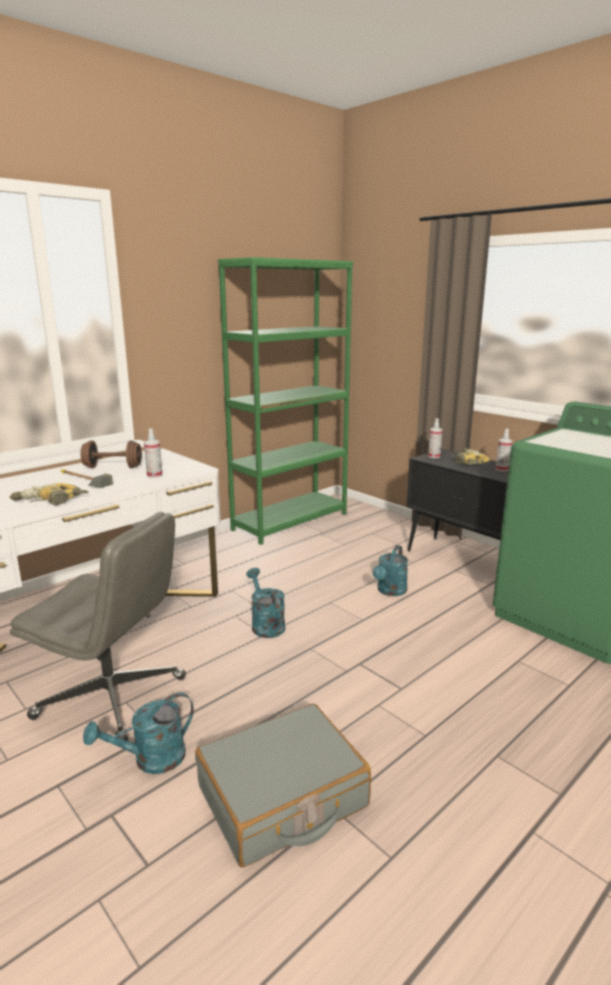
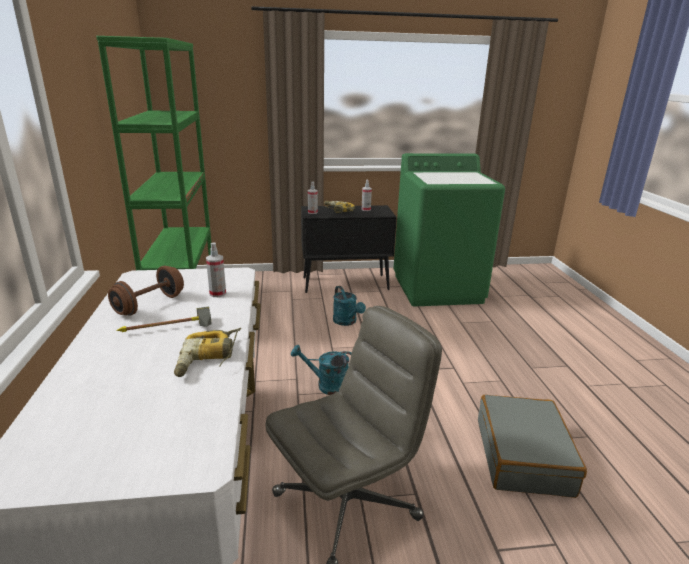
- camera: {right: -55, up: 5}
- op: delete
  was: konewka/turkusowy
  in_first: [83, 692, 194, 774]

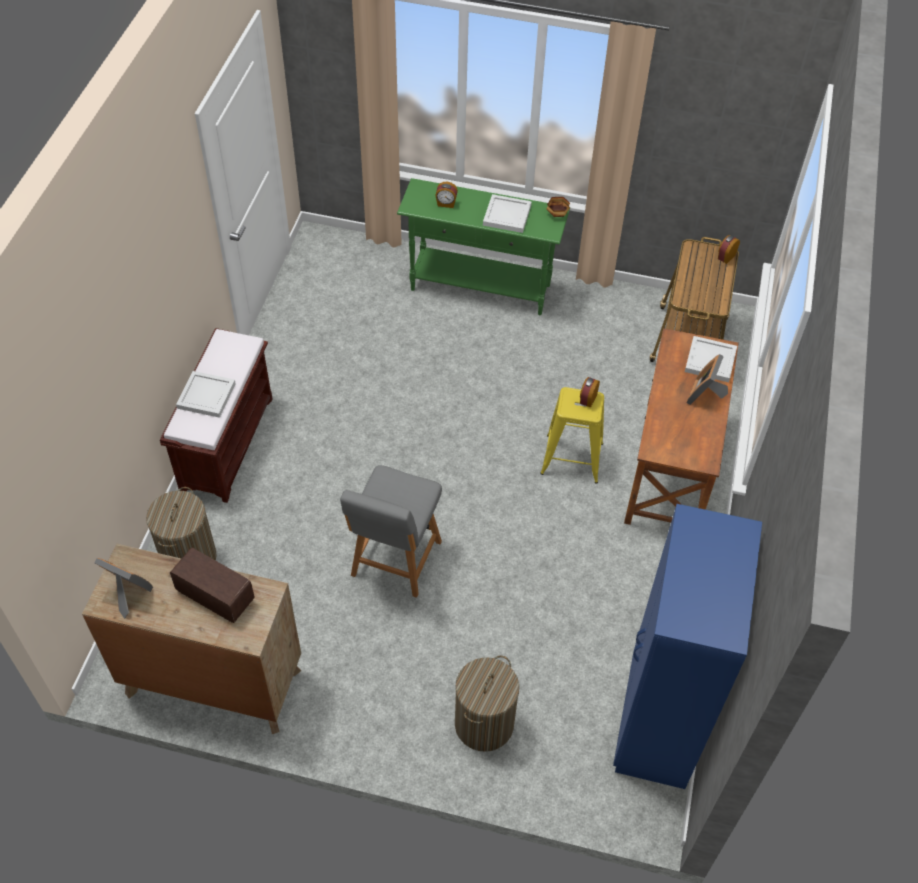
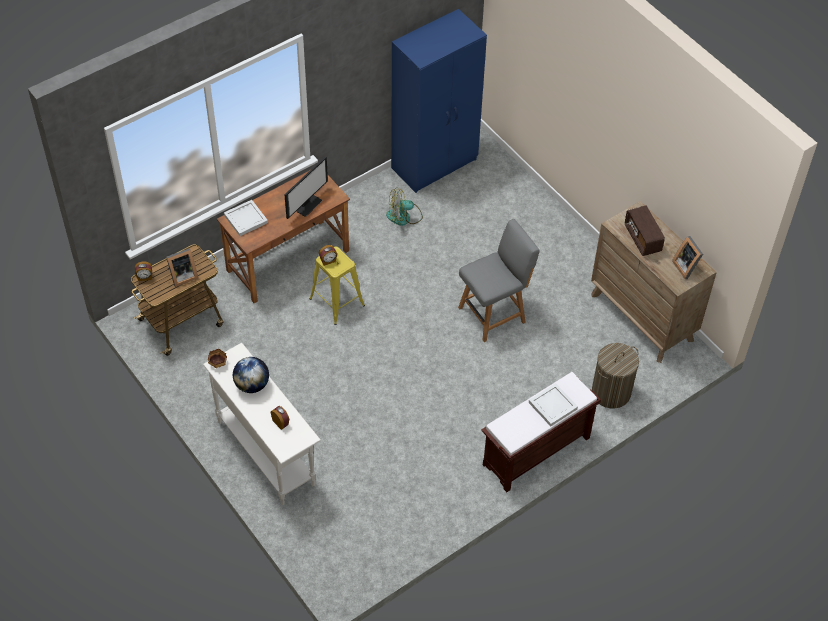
- camera: {right: -140, up: 0}
- op: recolor
  was: stolik konsolowy/zielony
  now: stolik konsolowy/biały
  in_first: [397, 178, 570, 316]
  in_second: [203, 343, 321, 505]
- op: delete
  was: kosz na pranie
  in_first: [455, 656, 519, 752]
- op: replace
  was: taca/biały
  now: globus
  in_first: [483, 194, 532, 233]
  in_second: [233, 357, 269, 393]
- op: move
  was: ramka na zdjęcie
  in_first: [687, 354, 728, 405]
  in_second: [166, 248, 198, 287]
- op: insert
  now: monitor
  in_second: [284, 156, 328, 219]
- op: insert
  now: wentylator
  in_second: [386, 188, 423, 226]

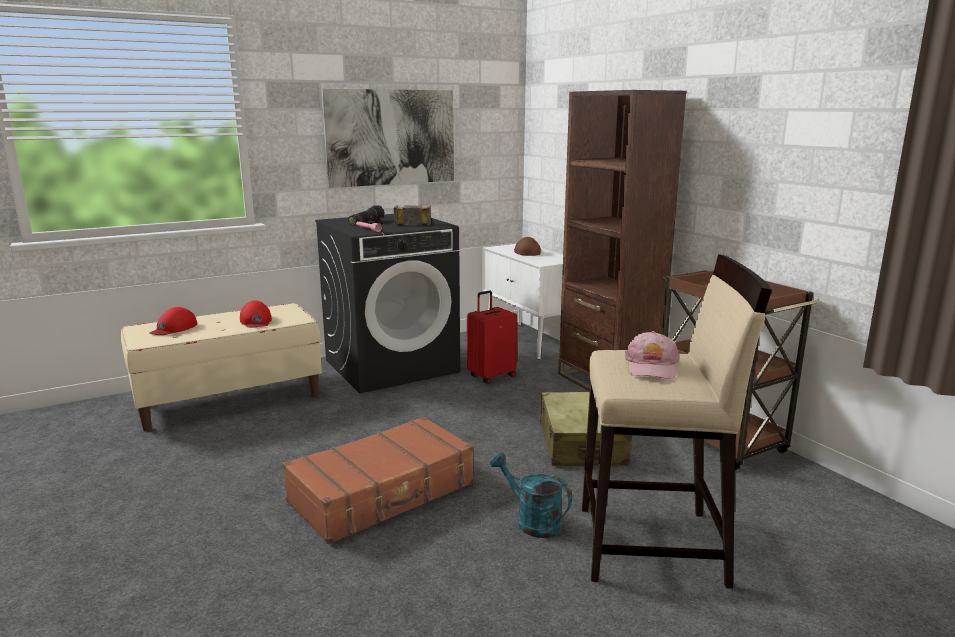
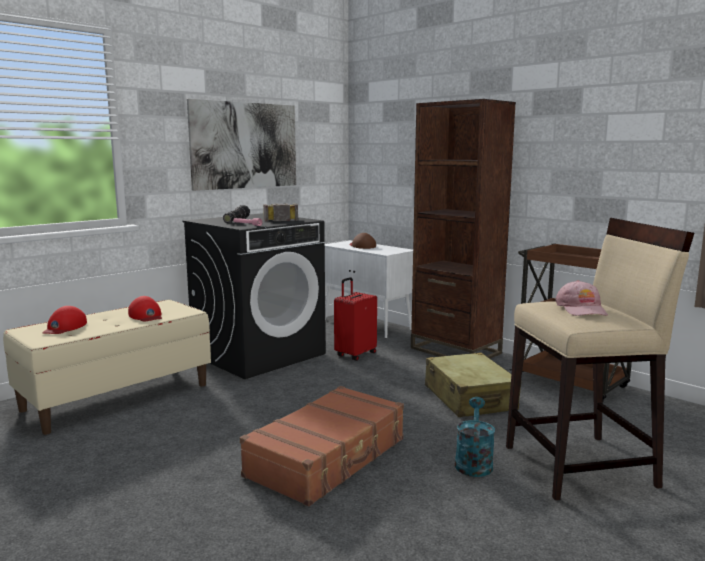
- camera: {right: -15, up: -5}
- op: rotate
  was: konewka/turkusowy
  in_first: [490, 452, 572, 538]
  in_second: [455, 397, 495, 477]
  clockwise: 75

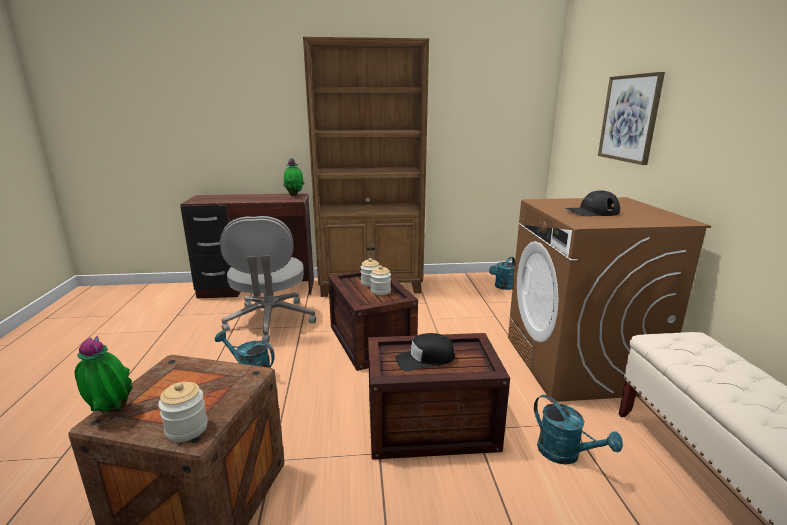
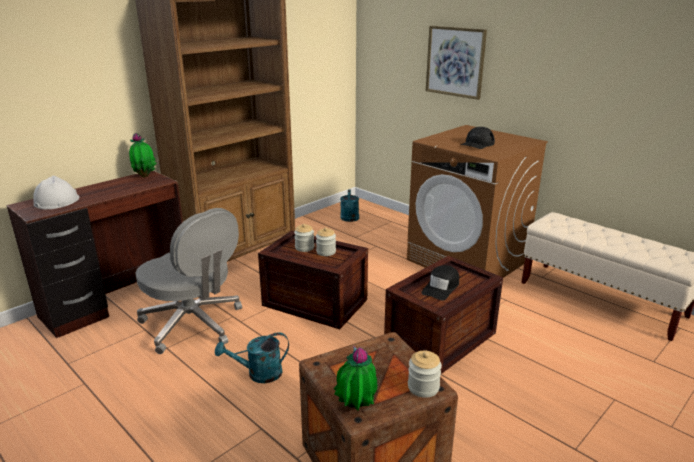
- camera: {right: -40, up: 5}
- op: delete
  was: konewka/turkusowy
  in_first: [534, 395, 623, 465]
- op: insert
  now: kask/biały
  in_second: [33, 176, 79, 209]

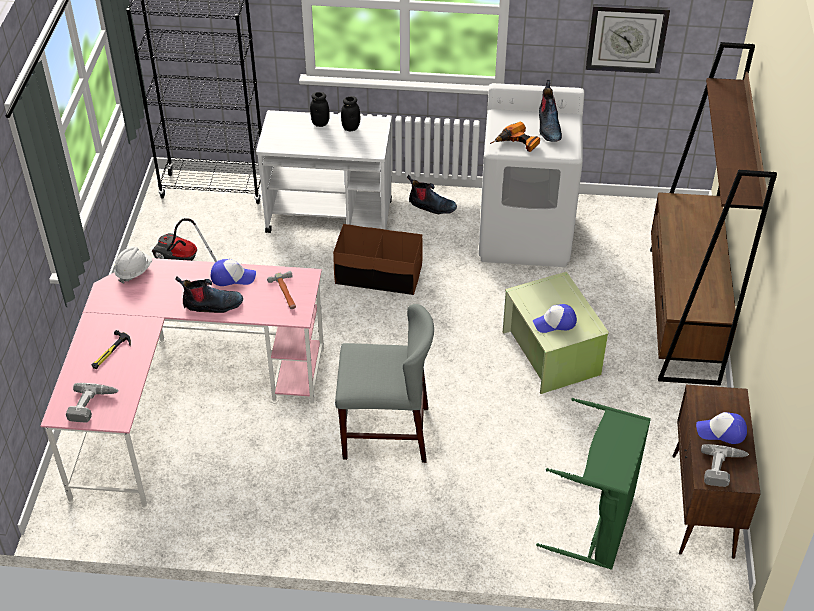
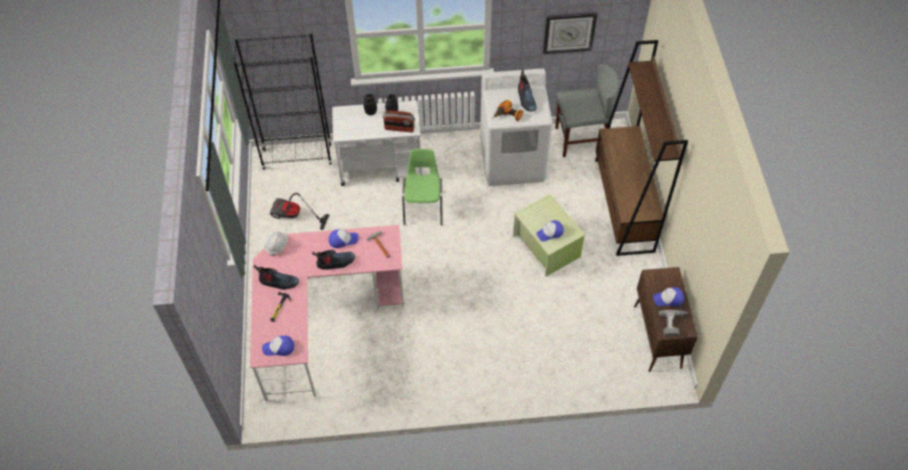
- camera: {right: -10, up: 10}
- op: replace
  was: wiertarka
  now: czapka z daszkiem
  in_first: [66, 383, 118, 422]
  in_second: [262, 335, 294, 356]
- op: replace
  was: pojemnik do przechowywania/brązowy
  now: krzesło/zielony
  in_first: [333, 224, 423, 295]
  in_second: [402, 149, 443, 226]
- op: move
  was: krzesło/szary
  in_first: [335, 304, 434, 463]
  in_second: [555, 64, 619, 157]
- op: move
  was: but z cholewką
  in_first: [407, 175, 457, 214]
  in_second: [253, 265, 299, 290]
- op: delete
  was: kosz na pranie/zielony
  in_first: [536, 398, 651, 570]
- op: insert
  now: radio
  in_second: [383, 110, 415, 132]

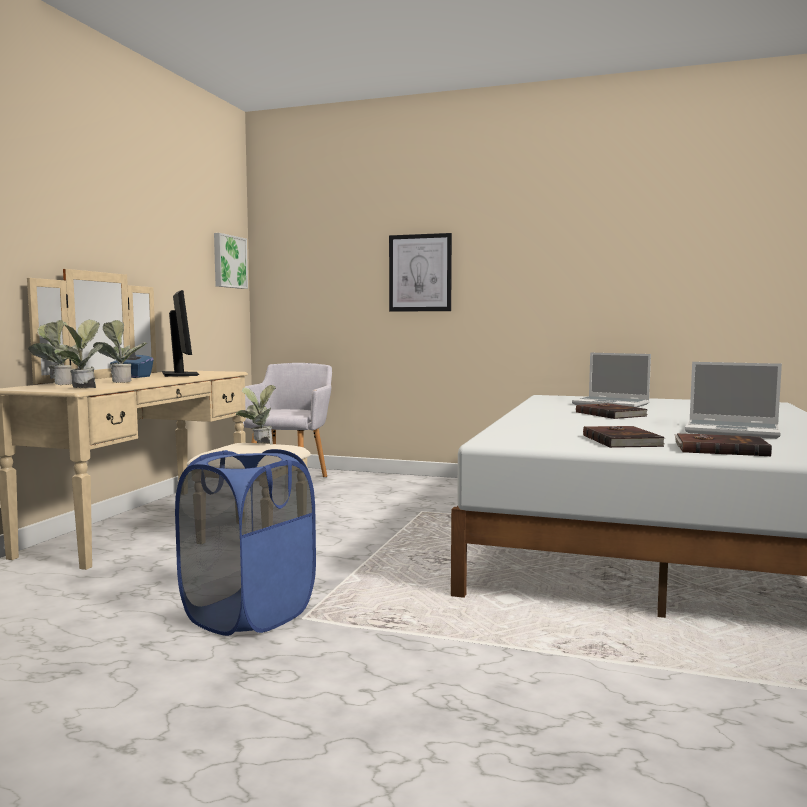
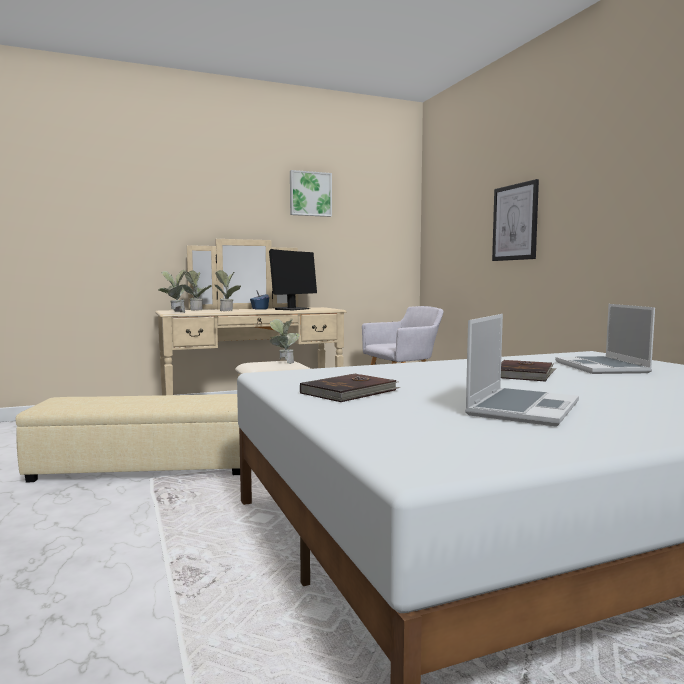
- camera: {right: 50, up: 0}
- op: replace
  was: kosz na pranie/niebieski
  now: pufa/beżowy
  in_first: [175, 449, 316, 636]
  in_second: [16, 394, 240, 482]
- op: move
  was: obraz
  in_first: [214, 233, 248, 289]
  in_second: [290, 170, 332, 217]
- op: delete
  was: książka/brązowy
  in_first: [675, 433, 772, 456]
- op: rotate
  was: laptop
  in_first: [685, 362, 782, 439]
  in_second: [465, 314, 579, 427]
  clockwise: -135

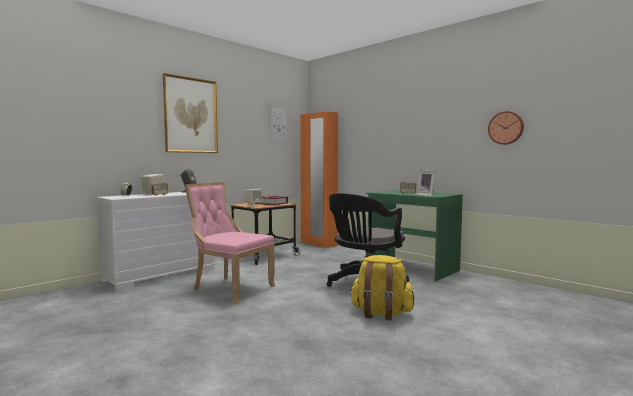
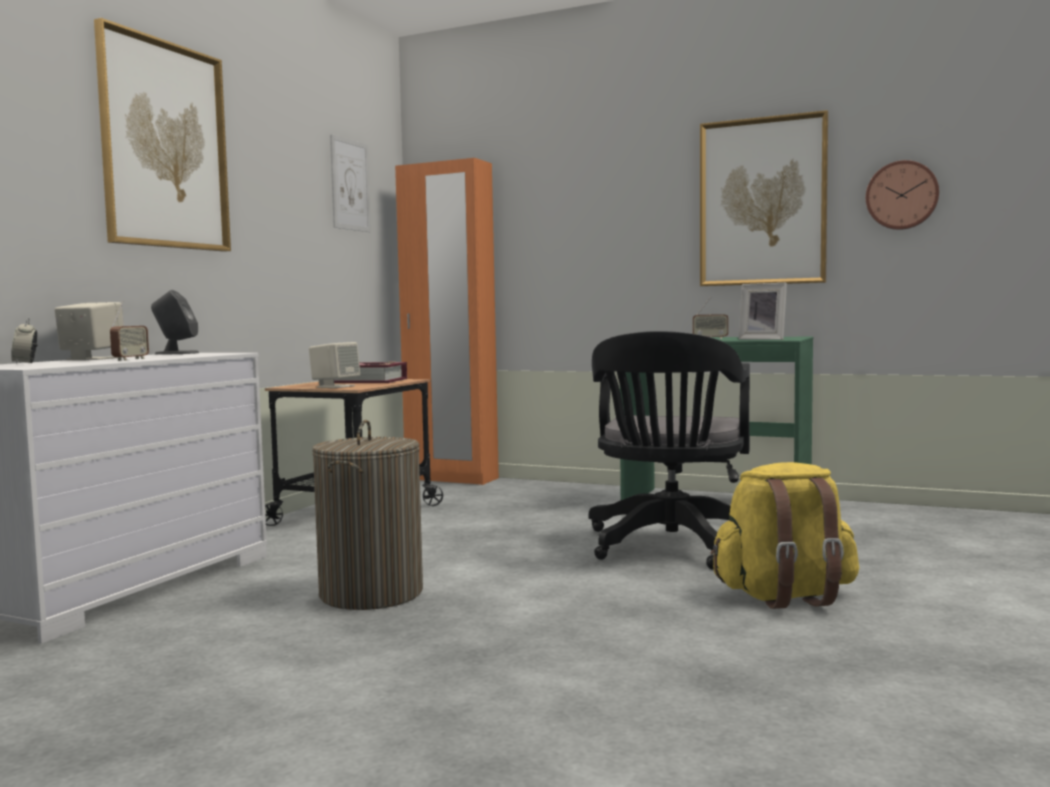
- camera: {right: -20, up: 0}
- op: replace
  was: krzesło/różowy
  now: kosz na pranie
  in_first: [185, 182, 275, 304]
  in_second: [312, 420, 423, 610]
- op: insert
  now: obraz
  in_second: [700, 110, 828, 286]

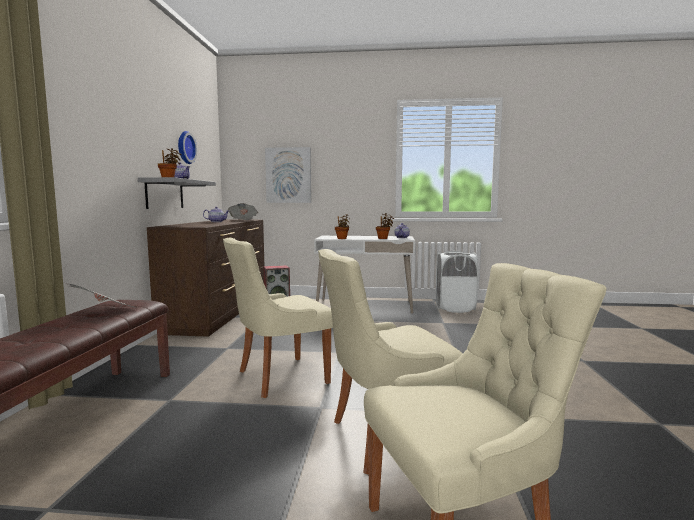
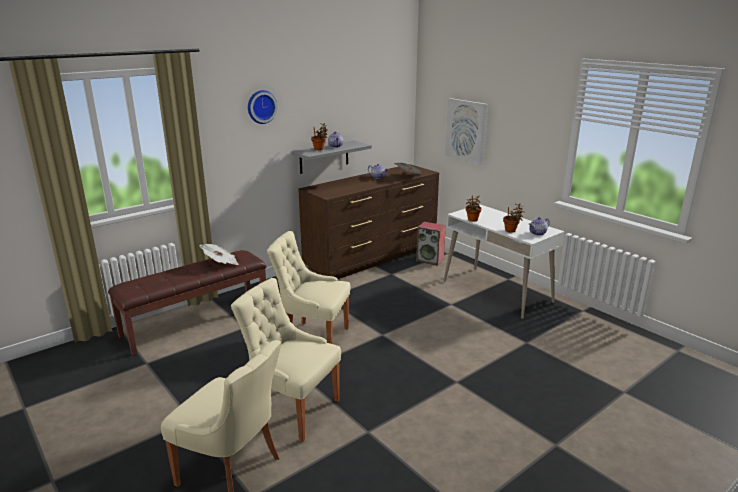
- camera: {right: 45, up: 15}
- op: move
  was: zegar ścienny
  in_first: [178, 131, 197, 164]
  in_second: [248, 90, 277, 124]
- op: delete
  was: kosz na pranie/biały
  in_first: [436, 251, 478, 313]

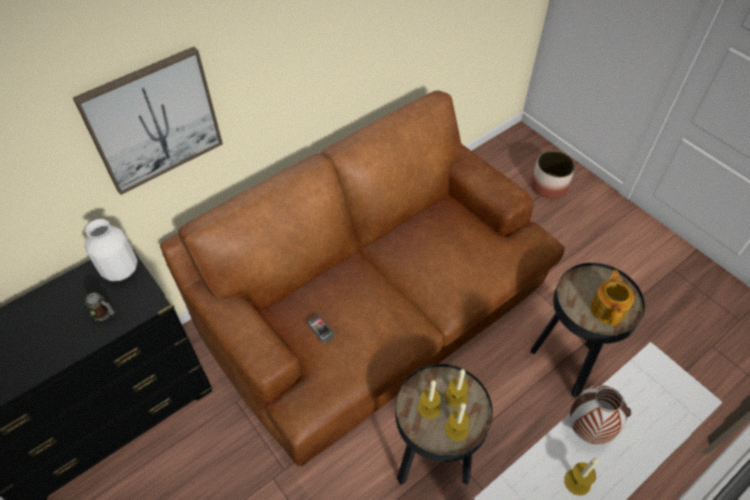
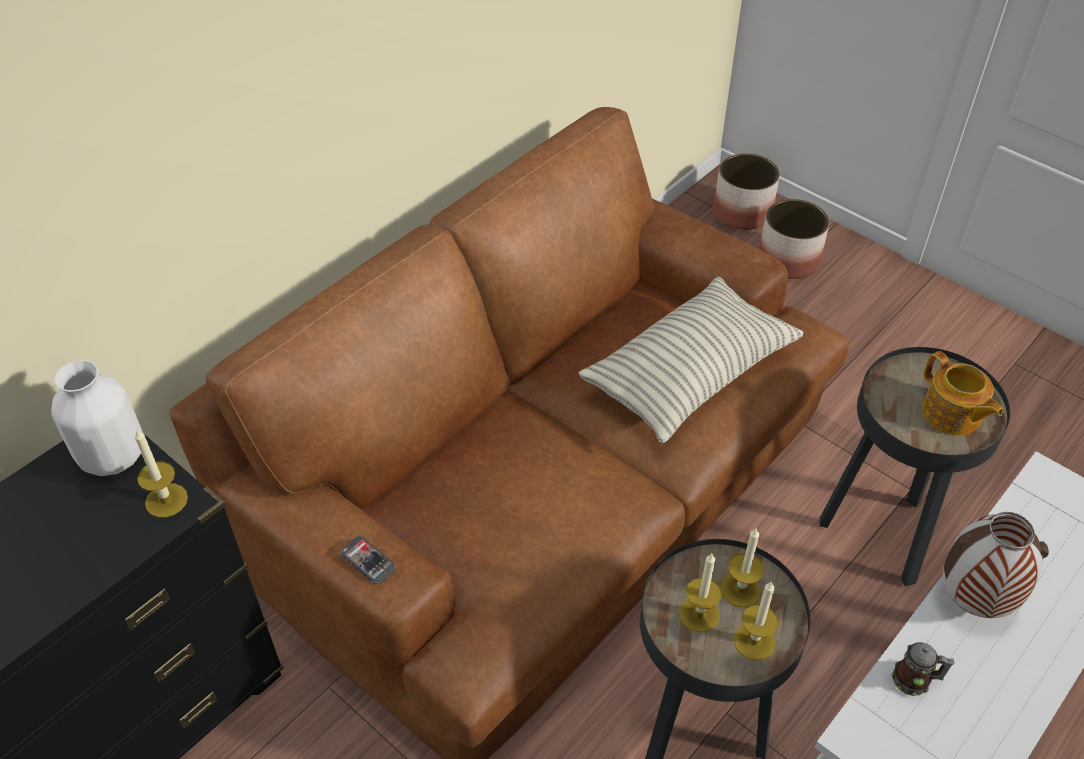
- camera: {right: -10, up: -5}
- op: delete
  was: obraz
  in_first: [73, 47, 223, 195]
- op: move
  was: kubek
  in_first: [85, 293, 115, 321]
  in_second: [891, 642, 954, 696]
- op: move
  was: telefon
  in_first: [307, 316, 335, 343]
  in_second: [340, 536, 396, 584]
- op: move
  was: świeca
  in_first: [564, 457, 598, 496]
  in_second: [135, 429, 188, 518]
- op: rotate
  was: imbryk
  in_first: [590, 270, 634, 326]
  in_second: [922, 351, 1003, 436]
  clockwise: 150
- op: insert
  now: poduszka
  in_second: [579, 276, 803, 444]
- op: insert
  now: donica
  in_second: [713, 153, 780, 230]

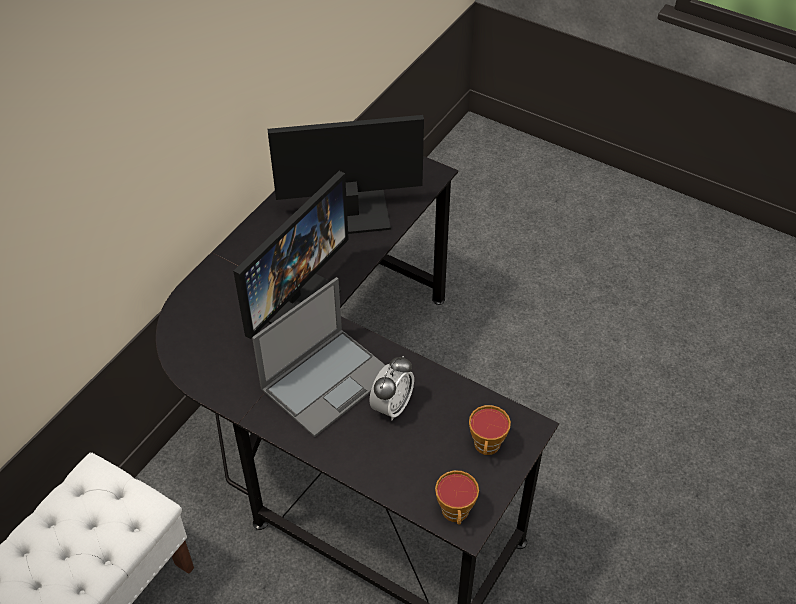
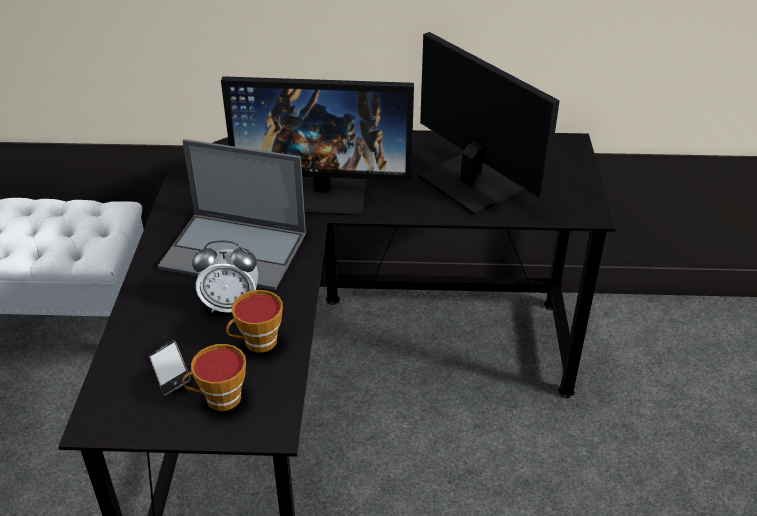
- camera: {right: 60, up: -10}
- op: move
  was: filiżanka
  in_first: [435, 470, 479, 525]
  in_second: [226, 290, 283, 353]
- op: insert
  now: telefon
  in_second: [149, 340, 191, 396]

